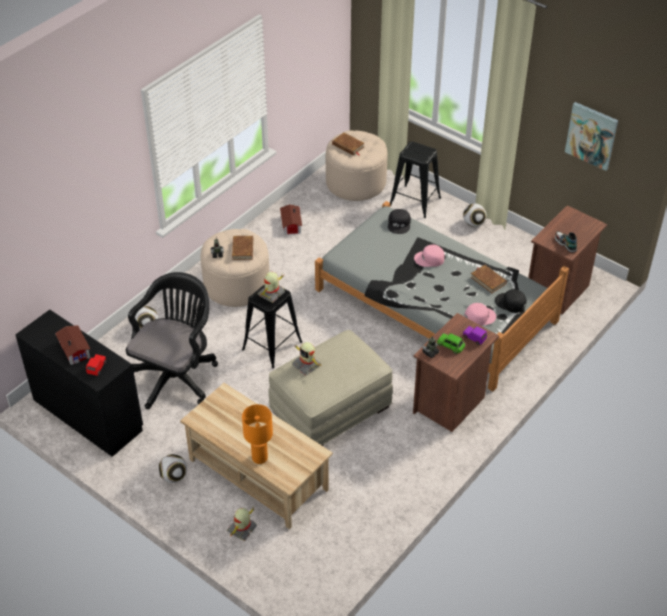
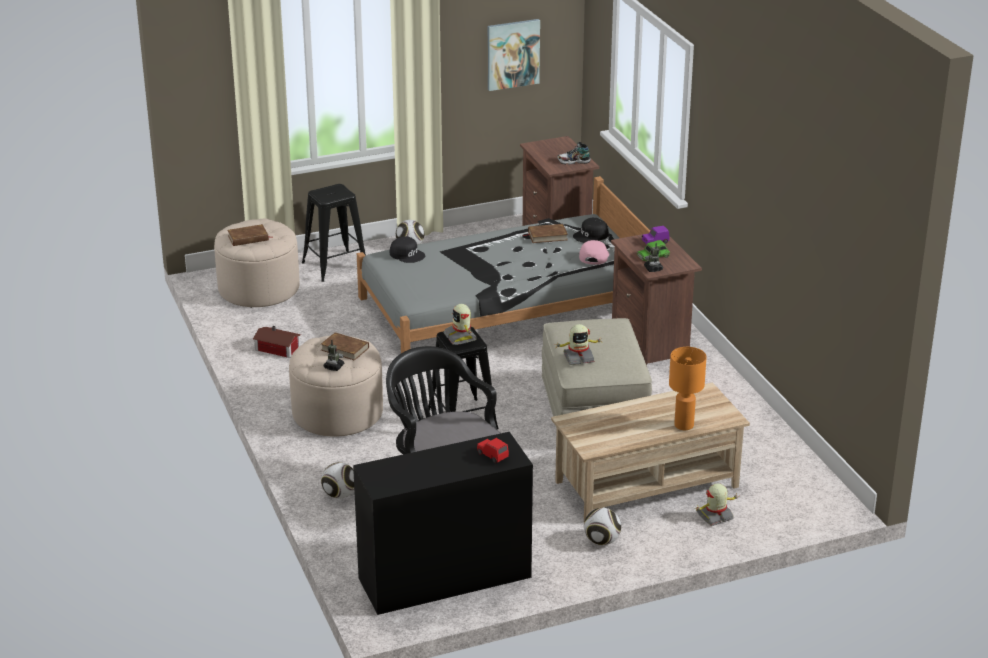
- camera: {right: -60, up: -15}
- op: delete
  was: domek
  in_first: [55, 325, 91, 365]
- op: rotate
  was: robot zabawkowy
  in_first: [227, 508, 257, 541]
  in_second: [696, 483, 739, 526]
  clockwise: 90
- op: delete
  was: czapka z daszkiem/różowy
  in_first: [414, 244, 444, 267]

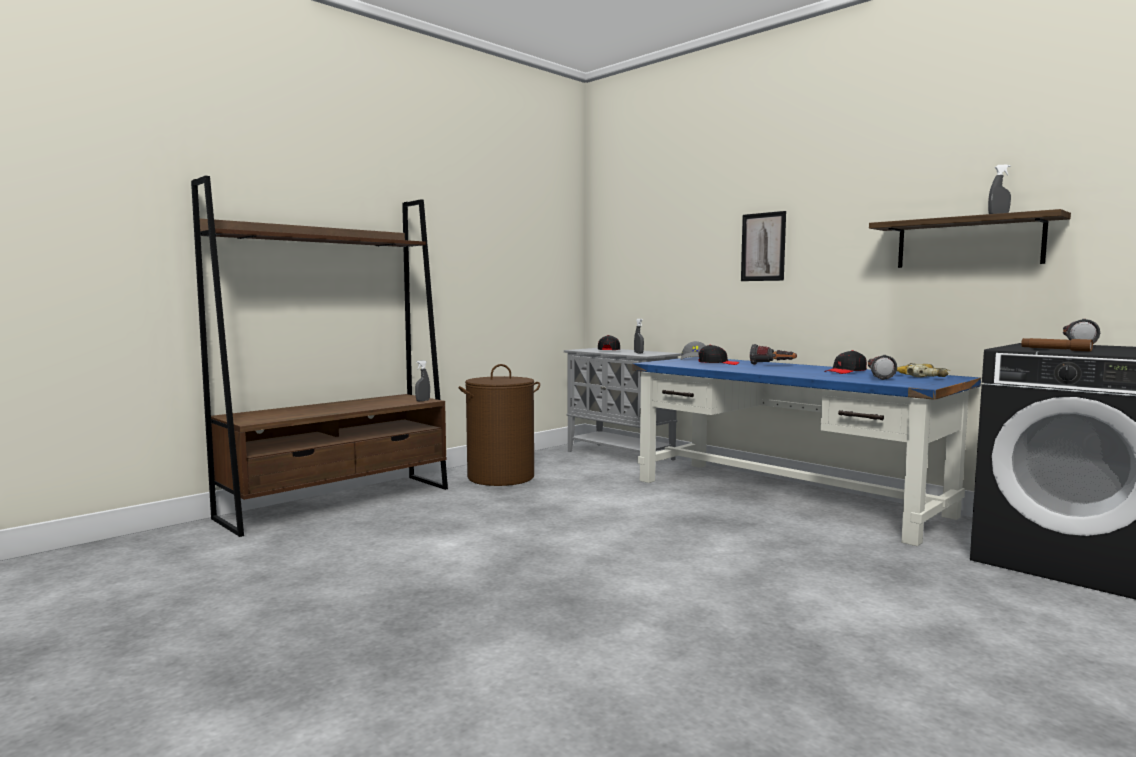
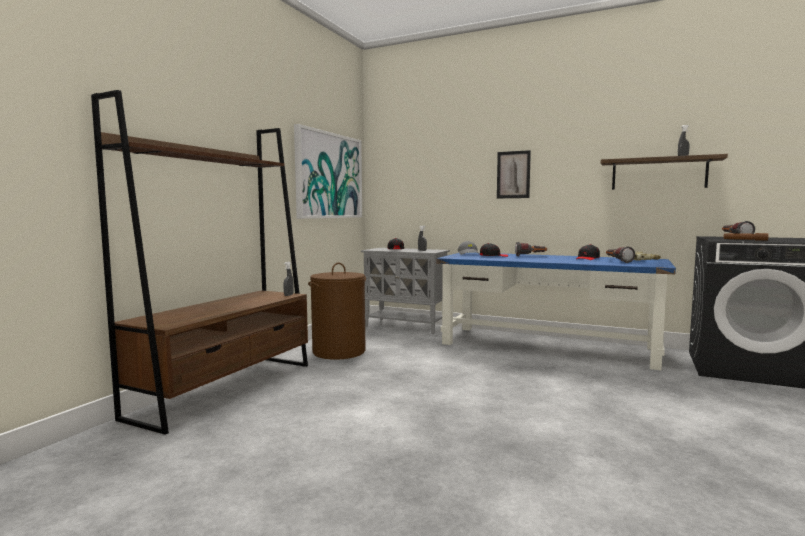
- camera: {right: -20, up: 0}
- op: insert
  now: obraz
  in_second: [294, 124, 362, 219]

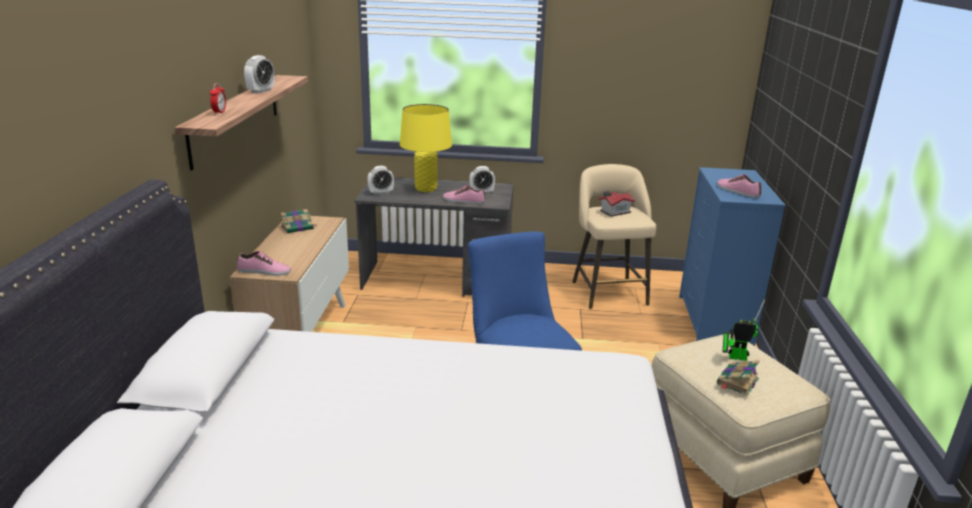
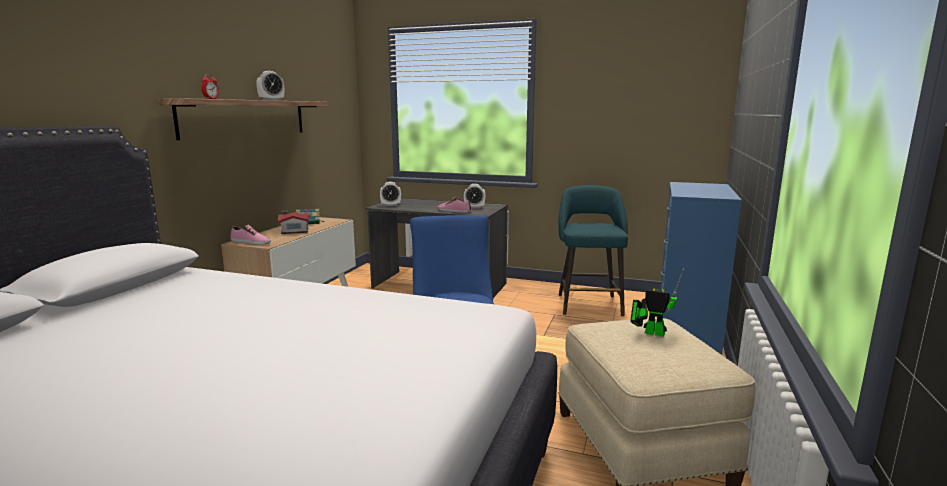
- camera: {right: 15, up: -10}
- op: delete
  was: lampa stołowa/żółty
  in_first: [400, 104, 452, 192]
- op: recolor
  was: stołek/beżowy
  now: stołek/turkusowy
  in_first: [572, 164, 656, 309]
  in_second: [558, 185, 628, 317]
- op: move
  was: domek
  in_first: [599, 191, 635, 217]
  in_second: [278, 211, 309, 234]
- op: delete
  was: but
  in_first: [717, 174, 761, 198]
- op: delete
  was: książka
  in_first: [717, 360, 760, 396]

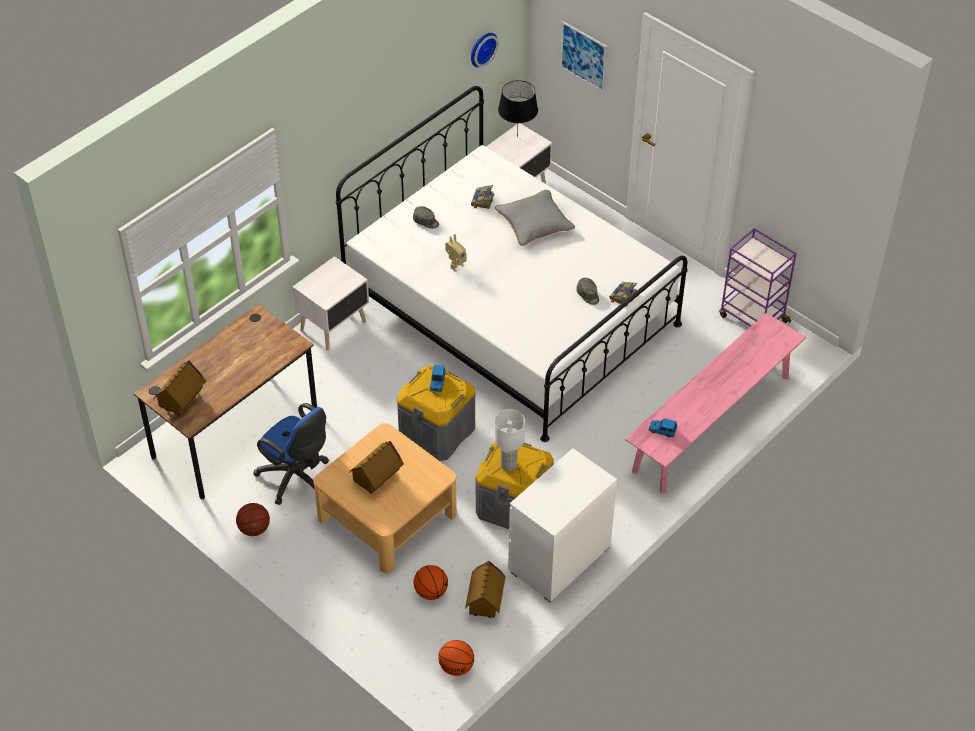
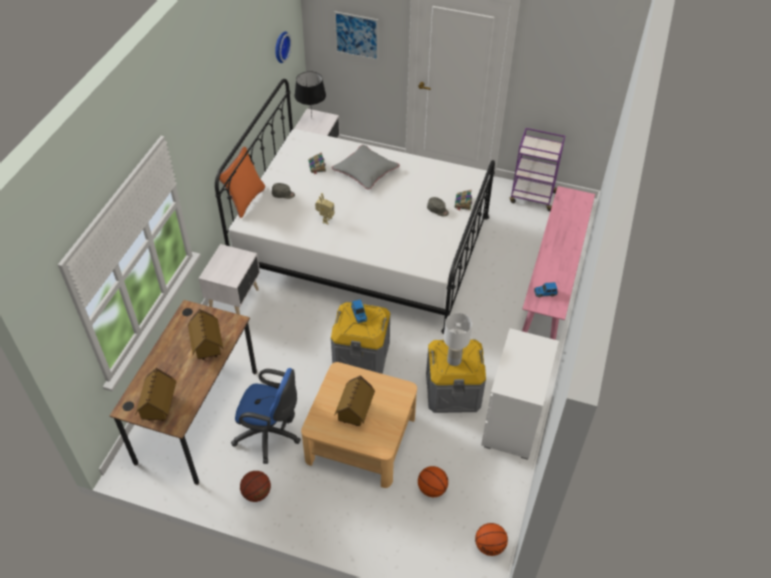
- camera: {right: -25, up: 0}
- op: move
  was: domek
  in_first: [465, 561, 506, 618]
  in_second: [188, 309, 223, 360]
- op: insert
  now: poduszka/pomarańczowy
  in_second: [219, 147, 265, 218]

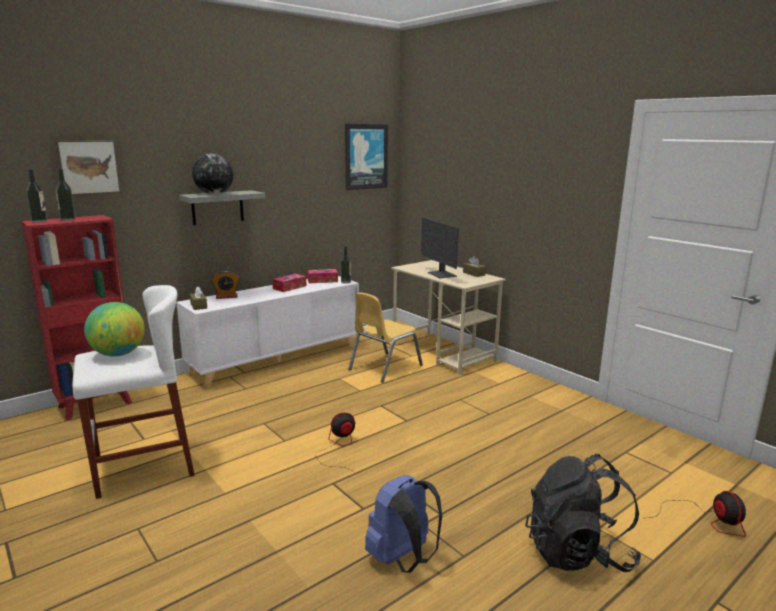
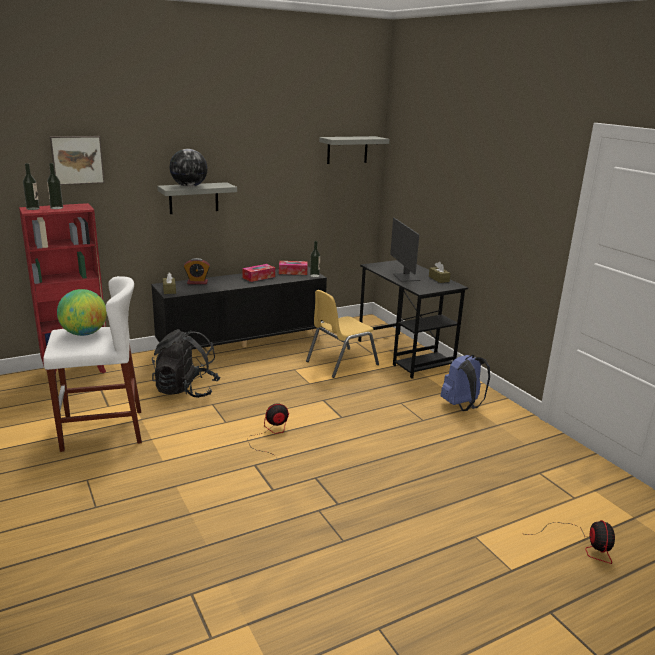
- camera: {right: 10, up: 5}
- op: recolor
  was: szafka/biały
  now: szafka/czarny
  in_first: [176, 276, 359, 388]
  in_second: [151, 266, 327, 349]
- op: replace
  was: obraz
  now: półka/szary
  in_first: [345, 124, 388, 190]
  in_second: [319, 136, 389, 164]
- op: move
  was: plecak/niebieski
  in_first: [365, 475, 442, 573]
  in_second: [440, 355, 490, 411]
- op: recolor
  was: biurko/beżowy
  now: biurko/czarny
  in_first: [391, 260, 506, 375]
  in_second: [358, 260, 468, 379]
- op: move
  was: plecak/czarny
  in_first: [525, 454, 641, 572]
  in_second: [152, 329, 221, 398]

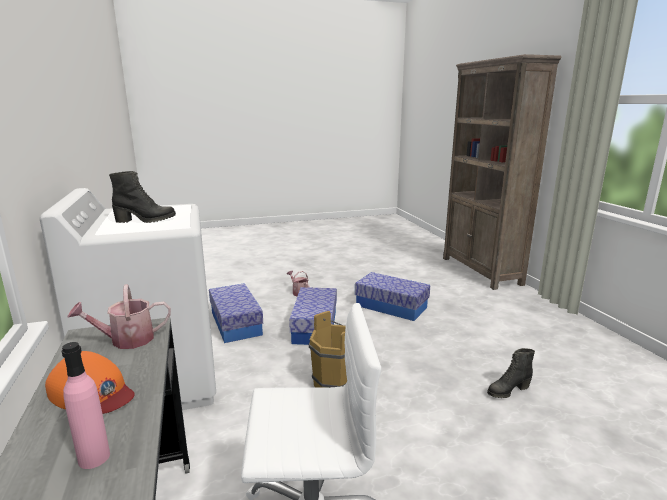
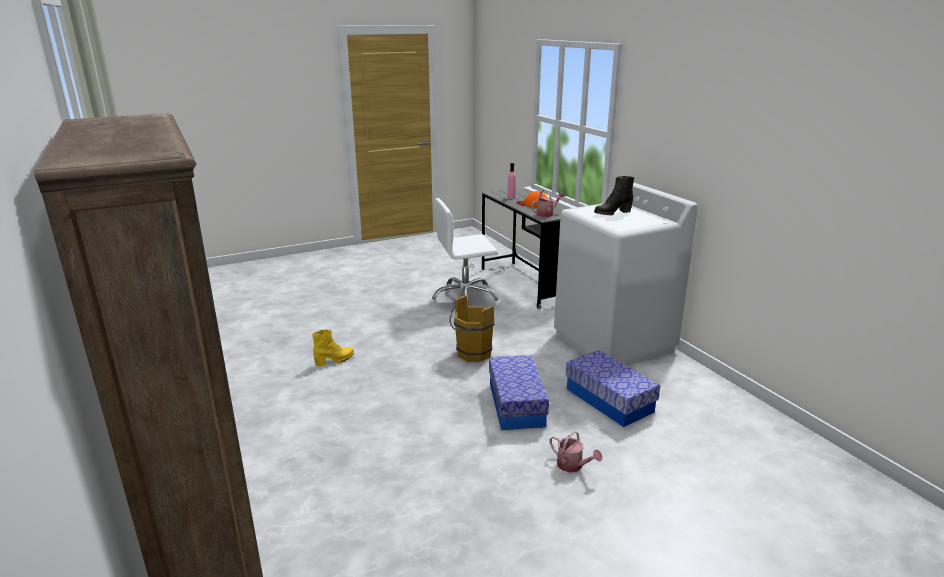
- camera: {right: 170, up: 5}
- op: delete
  was: pojemnik do przechowywania
  in_first: [355, 272, 430, 321]
- op: recolor
  was: but z cholewką/czarny
  now: but z cholewką/żółty
  in_first: [487, 348, 535, 398]
  in_second: [312, 329, 354, 366]

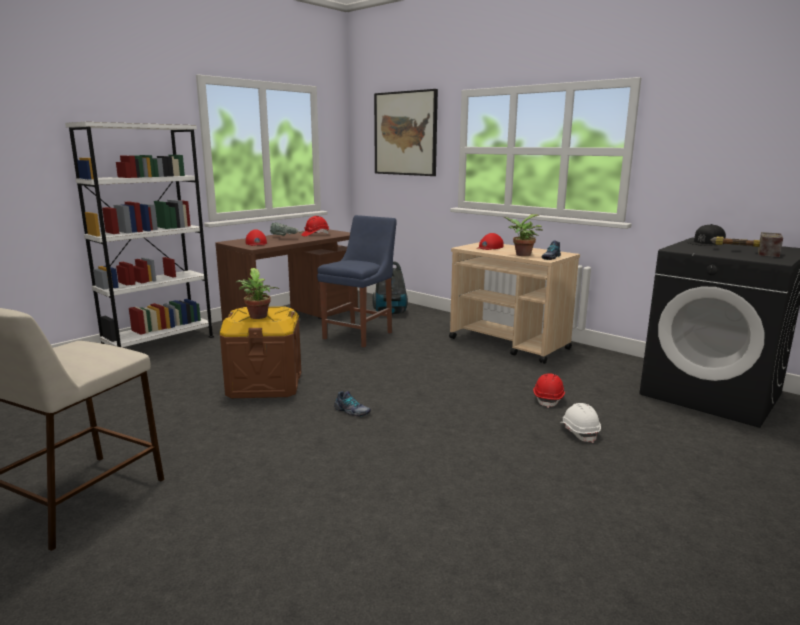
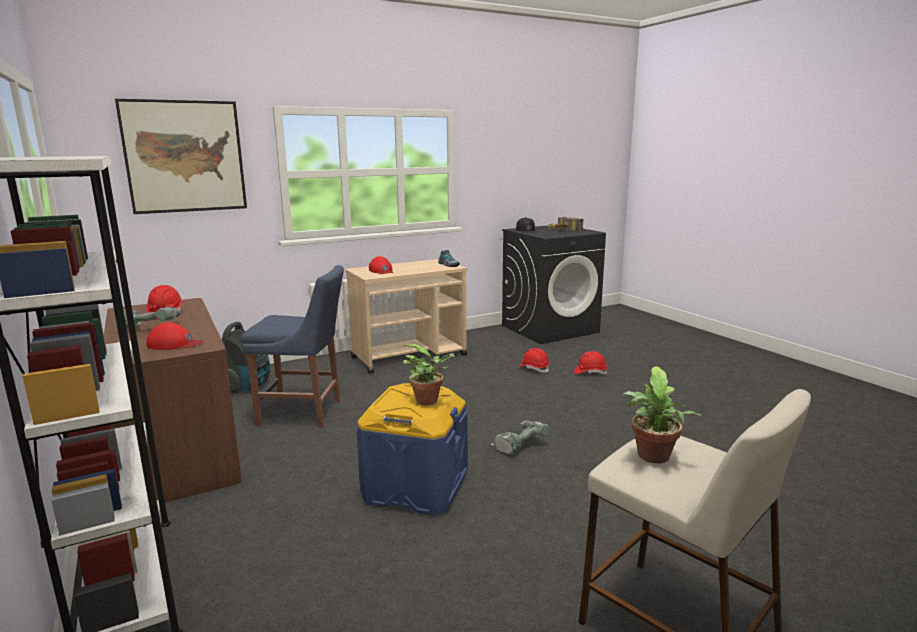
- camera: {right: -70, up: 0}
- op: recolor
  was: pojemnik do przechowywania/brązowy
  now: pojemnik do przechowywania/niebieski
  in_first: [220, 306, 301, 398]
  in_second: [356, 383, 468, 516]
- op: rotate
  was: krzesło/niebieski
  in_first: [317, 215, 397, 347]
  in_second: [241, 265, 344, 428]
  clockwise: 135
- op: replace
  was: but
  now: wiertarka
  in_first: [334, 391, 371, 416]
  in_second: [491, 420, 549, 454]
- op: move
  was: roślina doniczkowa
  in_first: [503, 214, 543, 256]
  in_second: [622, 367, 703, 463]
- op: recolor
  was: kask/biały
  now: kask/czerwony
  in_first: [560, 403, 601, 443]
  in_second: [574, 351, 607, 374]

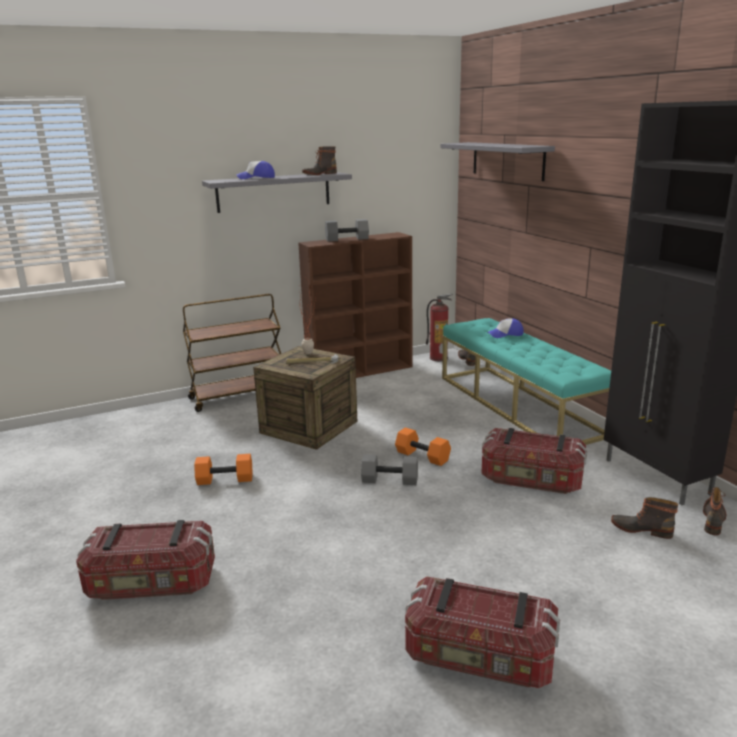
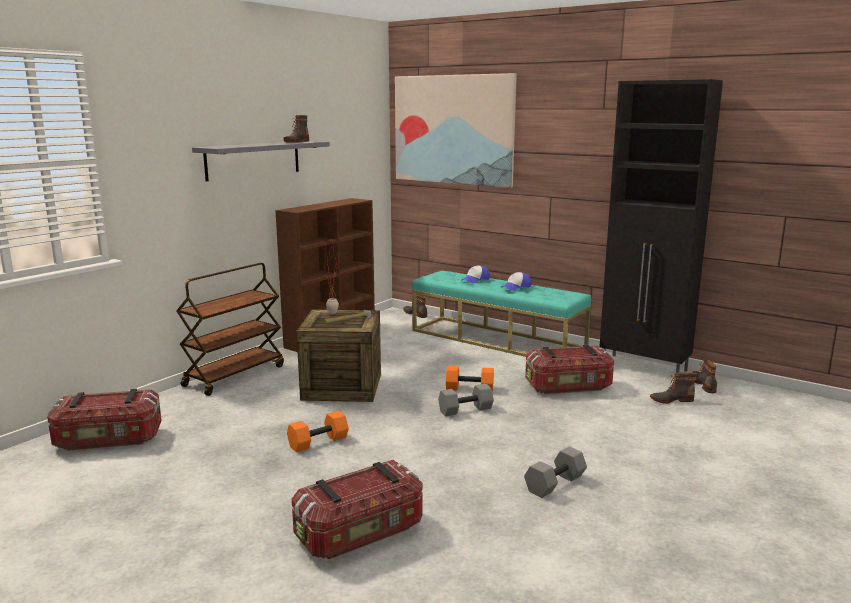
- camera: {right: -30, up: -5}
- op: move
  was: czapka z daszkiem
  in_first: [236, 161, 275, 179]
  in_second: [501, 272, 531, 291]
- op: move
  was: hantel/szary
  in_first: [325, 219, 369, 242]
  in_second: [524, 447, 587, 498]
- op: move
  was: pojemnik do przechowywania
  in_first: [405, 576, 560, 688]
  in_second: [47, 388, 162, 451]
- op: delete
  was: gaśnica
  in_first: [426, 294, 452, 361]
- op: replace
  was: półka/szary
  now: obraz
  in_first: [440, 142, 555, 181]
  in_second: [395, 73, 517, 188]

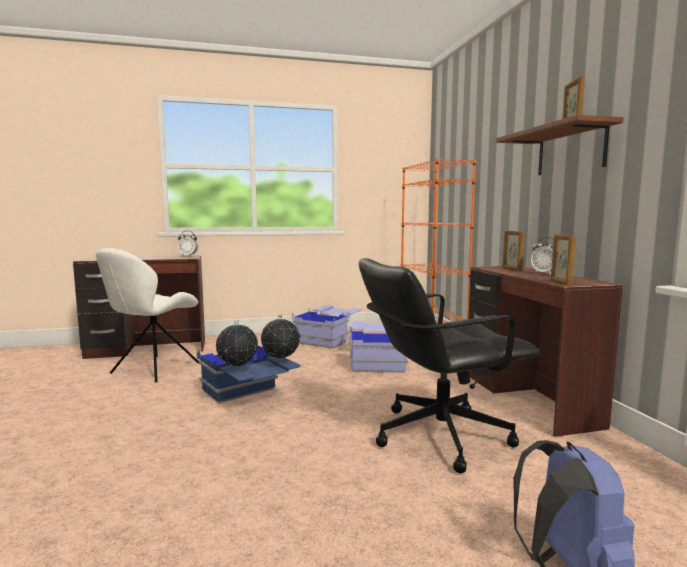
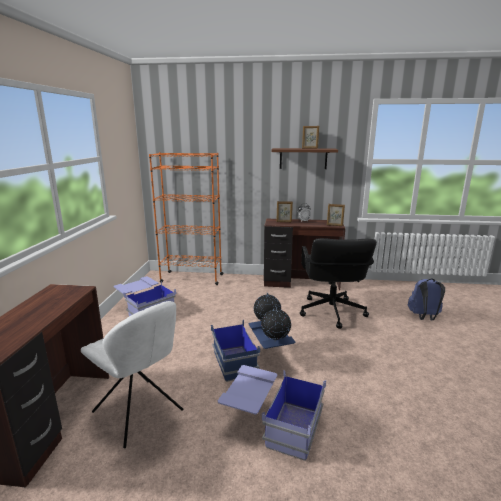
- camera: {right: -70, up: 10}
- op: delete
  was: budzik
  in_first: [178, 231, 198, 256]
- op: move
  was: pojemnik do przechowywania/niebieski
  in_first: [349, 321, 408, 373]
  in_second: [218, 365, 326, 461]

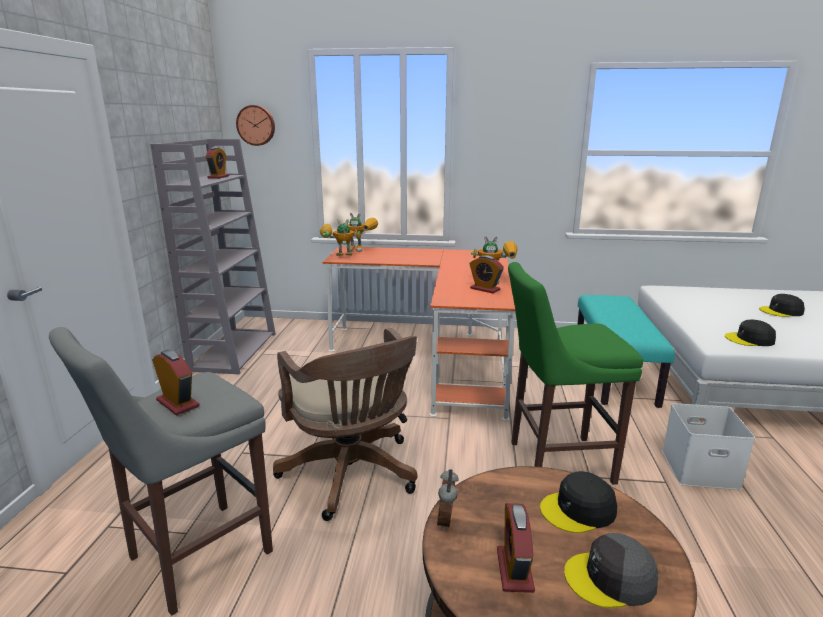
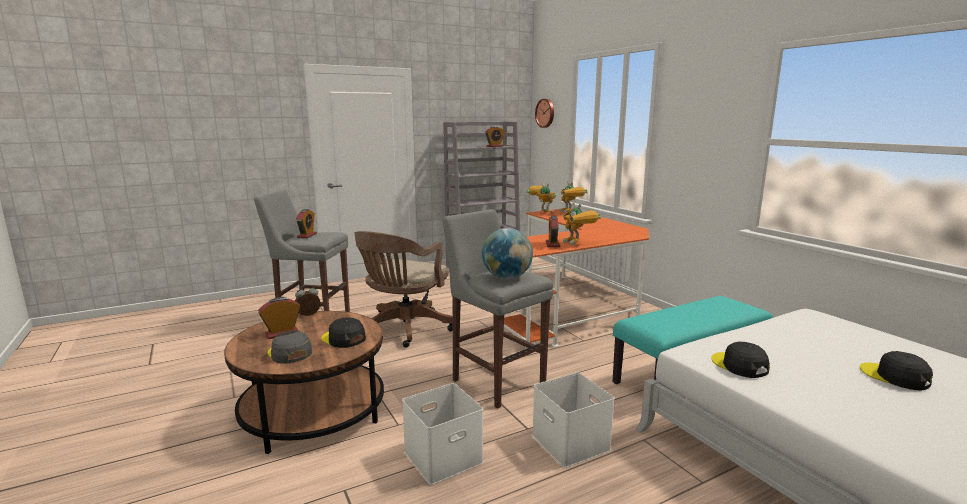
- camera: {right: 55, up: -5}
- op: recolor
  was: stołek/zielony
  now: stołek/szary
  in_first: [508, 262, 643, 485]
  in_second: [443, 209, 554, 409]
- op: insert
  now: pojemnik do przechowywania/biały
  in_second: [402, 383, 484, 485]
- op: insert
  now: globus
  in_second: [482, 228, 533, 279]

